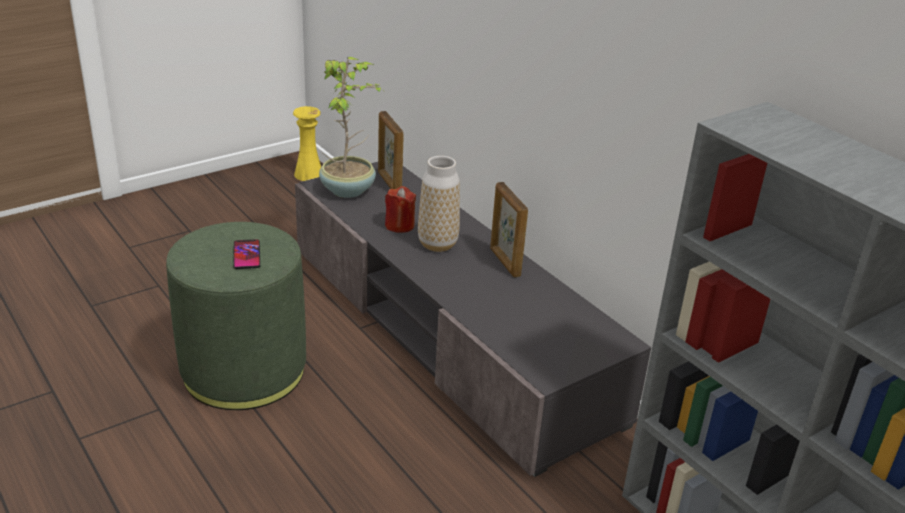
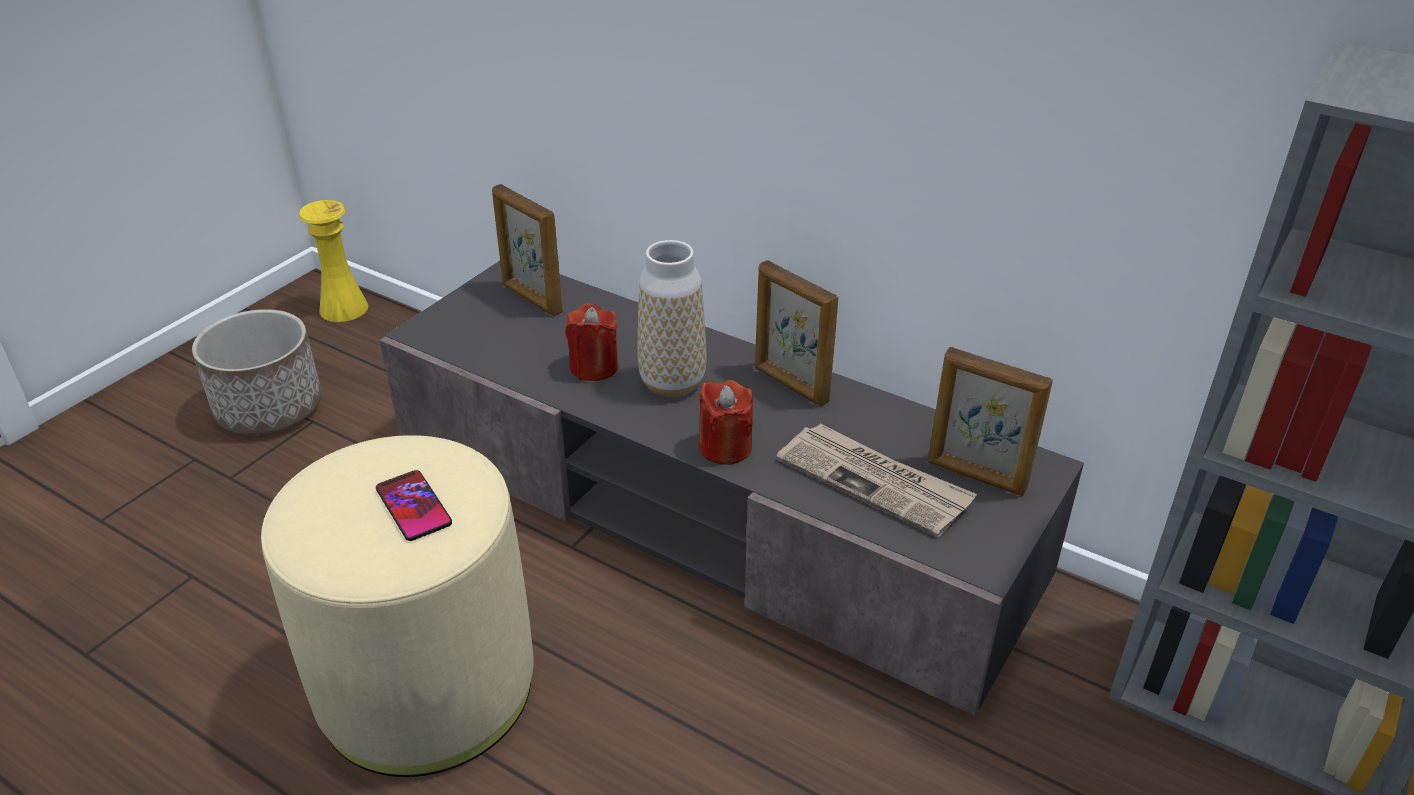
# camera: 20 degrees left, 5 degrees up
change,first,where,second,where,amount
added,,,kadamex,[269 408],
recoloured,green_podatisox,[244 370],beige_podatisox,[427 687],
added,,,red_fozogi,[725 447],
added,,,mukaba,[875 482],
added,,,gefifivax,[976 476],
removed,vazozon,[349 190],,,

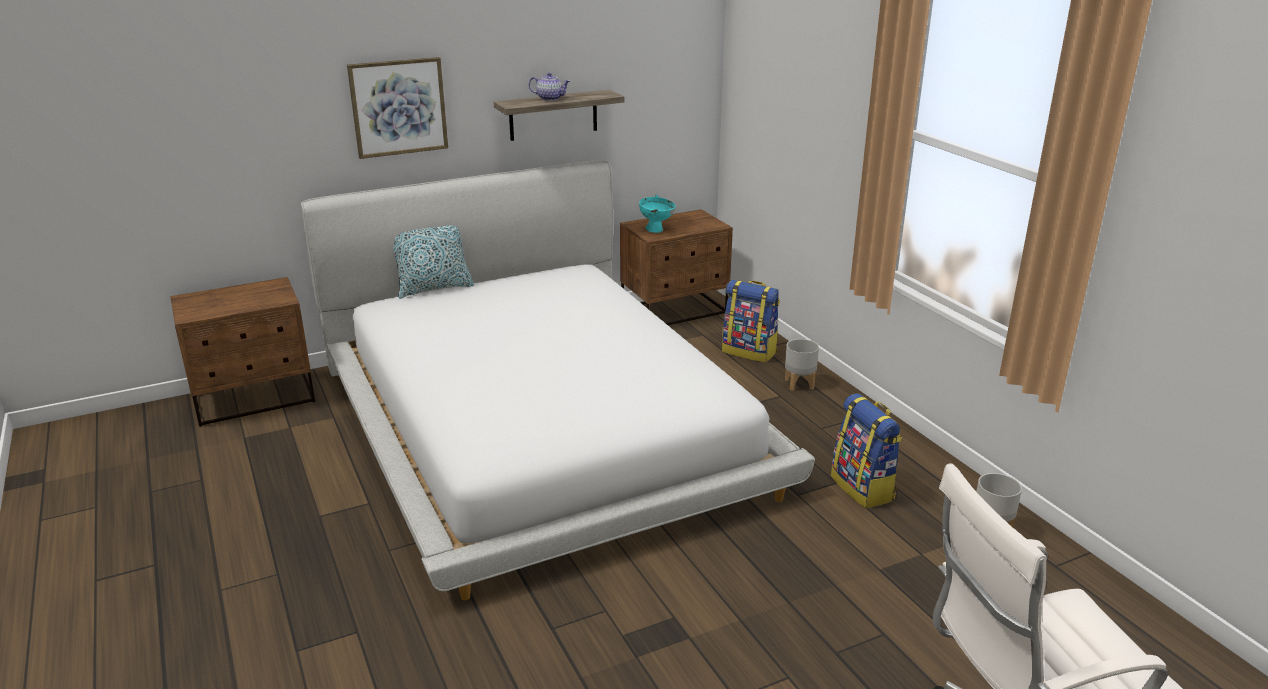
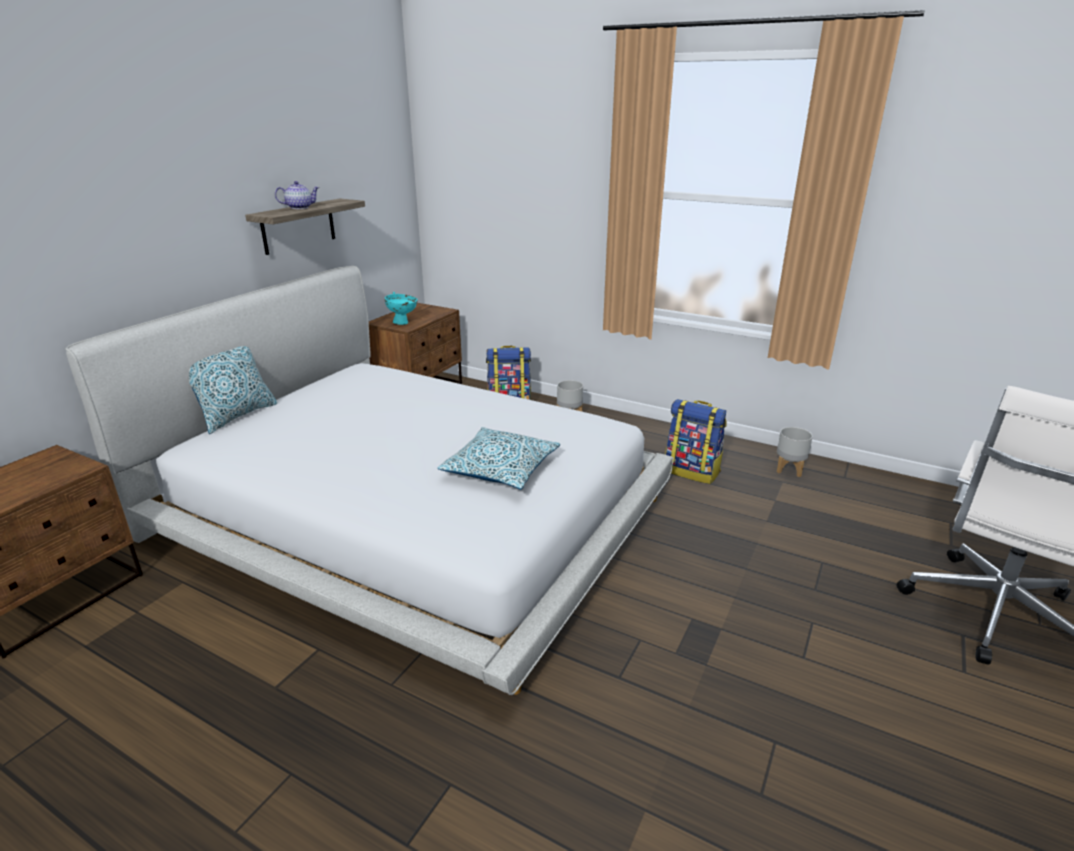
# camera: 35 degrees left, 0 degrees up
change,first,where,second,where,amount
added,,,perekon,[500 469],
removed,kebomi,[398 107],,,

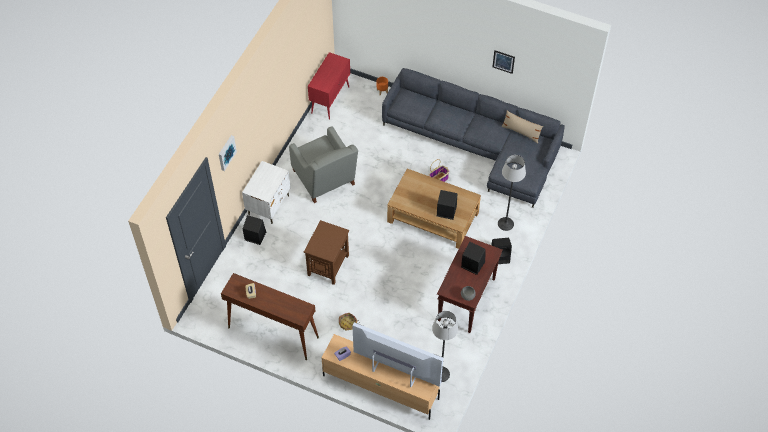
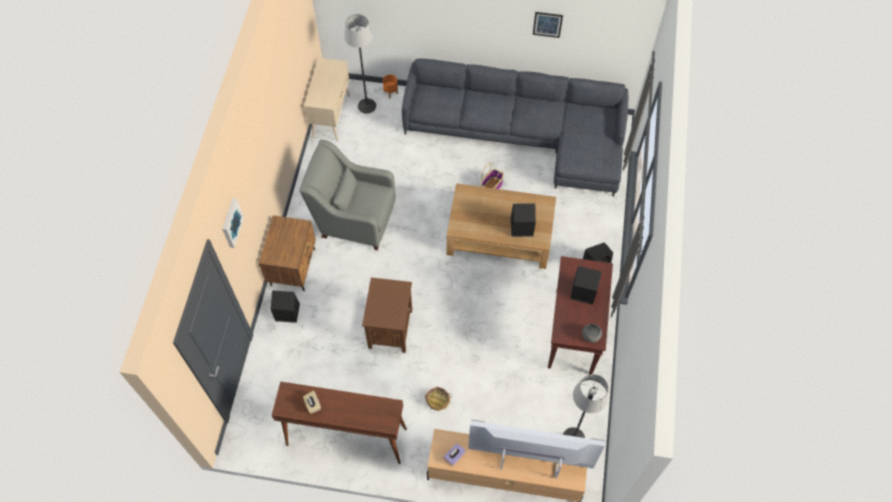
# camera: 15 degrees left, 5 degrees up
change,first,where,second,where,amount
recoloured,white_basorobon,[269 205],brown_basorobon,[293 267],
turned,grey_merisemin,[325 179],,[354 218],150 degrees clockwise
recoloured,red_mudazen,[330 99],beige_mudazen,[331 116],
moved,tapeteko,[505 224],,[367 106],
removed,beige_perekon,[521 132],,,

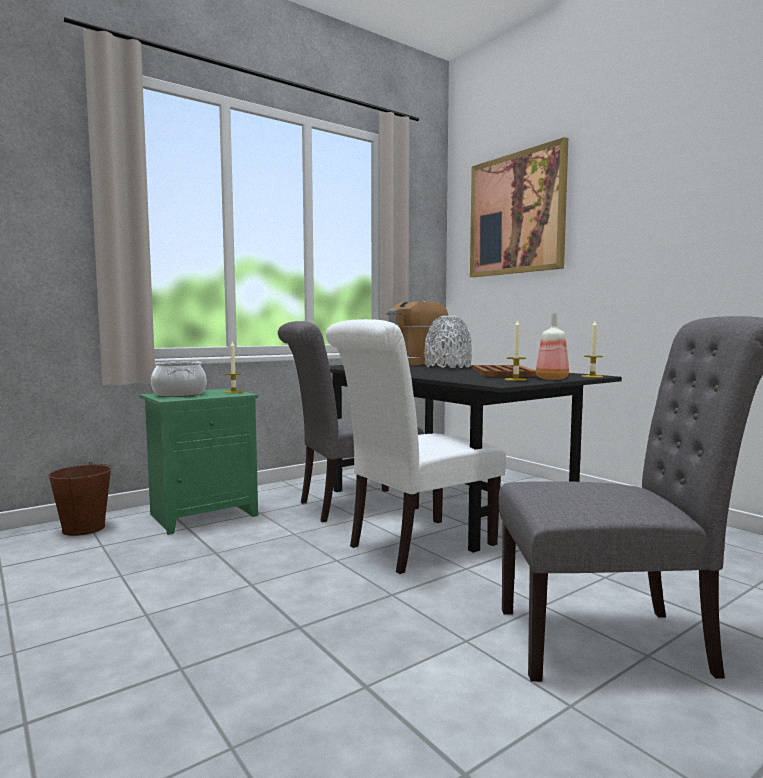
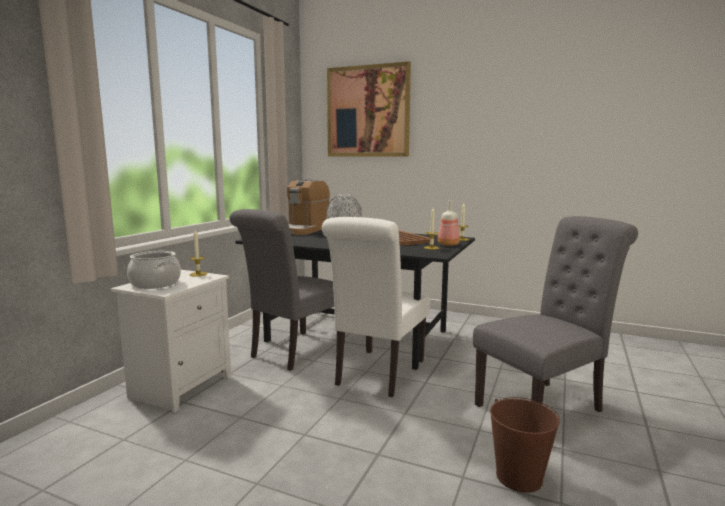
# camera: 30 degrees left, 5 degrees up
change,first,where,second,where,amount
recoloured,green_basorobon,[204 514],white_basorobon,[181 386],
moved,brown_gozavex,[83 528],,[519 477],

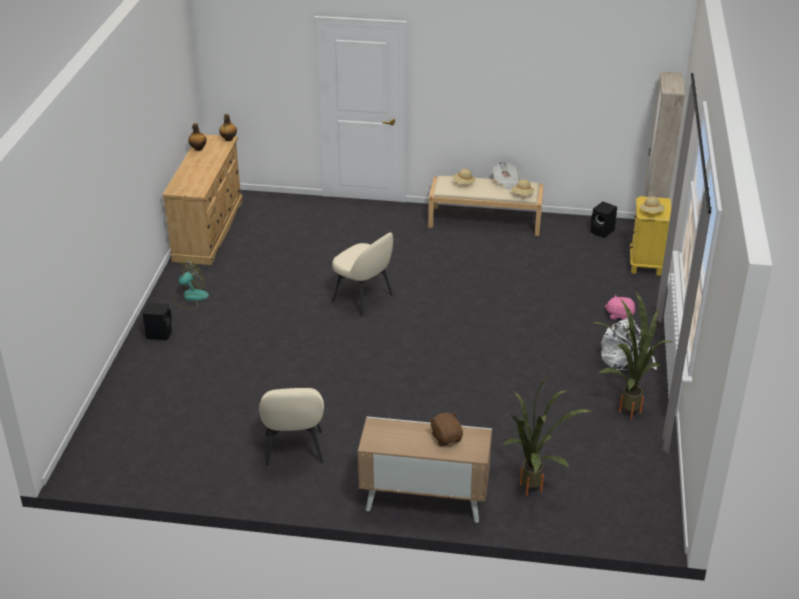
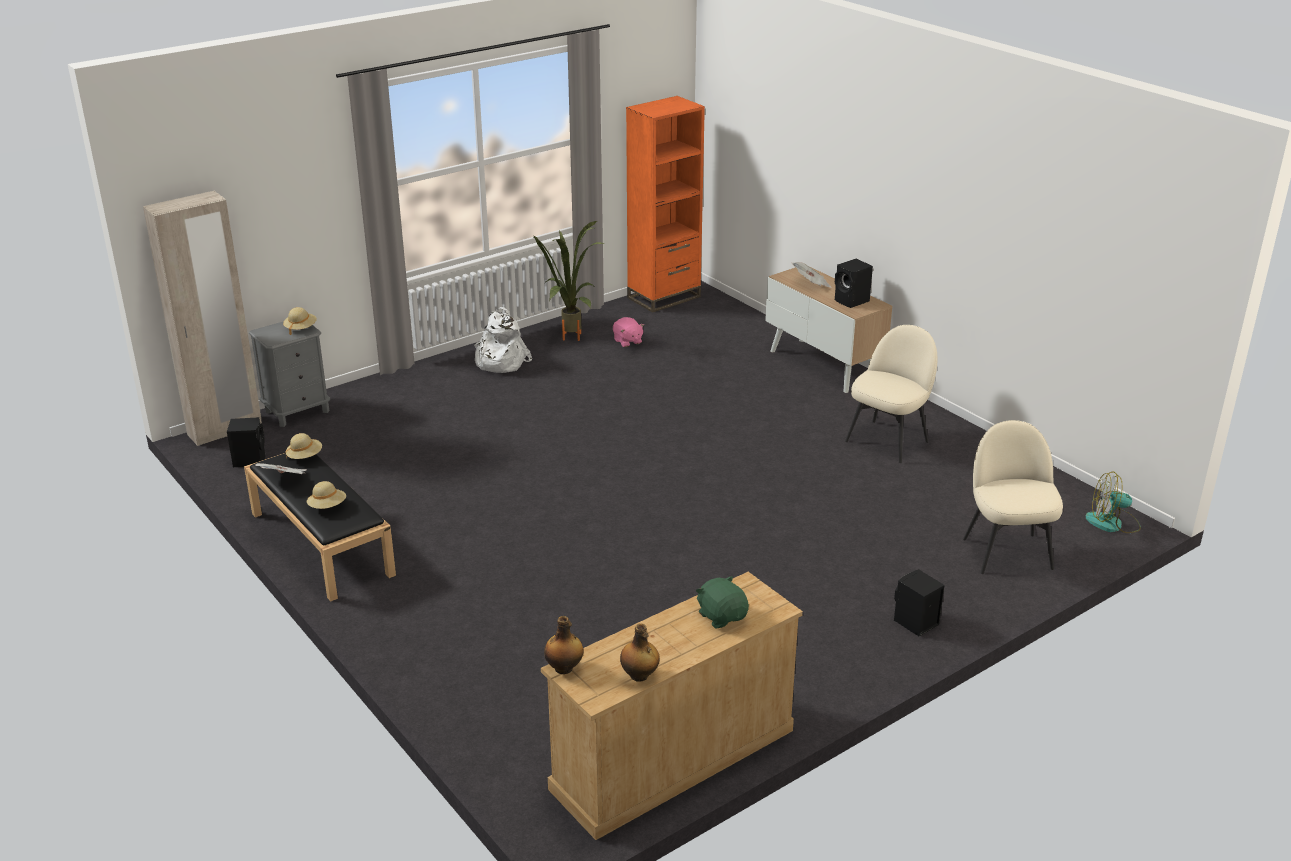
# camera: 135 degrees left, 5 degrees down
change,first,where,second,where,amount
recoloured,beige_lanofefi,[486 220],black_lanofefi,[320 543],
recoloured,yellow_basorobon,[646 264],grey_basorobon,[297 411],
moved,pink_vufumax,[620 315],,[627 341],
added,,,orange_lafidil,[664 297],
added,,,green_vufumax,[722 616],
replaced,brown_vufumax,[446 438],mukaba,[811 284],
added,,,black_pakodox,[852 301],
moved,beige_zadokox,[364 299],,[1006 552],
moved,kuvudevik,[190 298],,[1112 523],
removed,vazozon,[531 493],,,

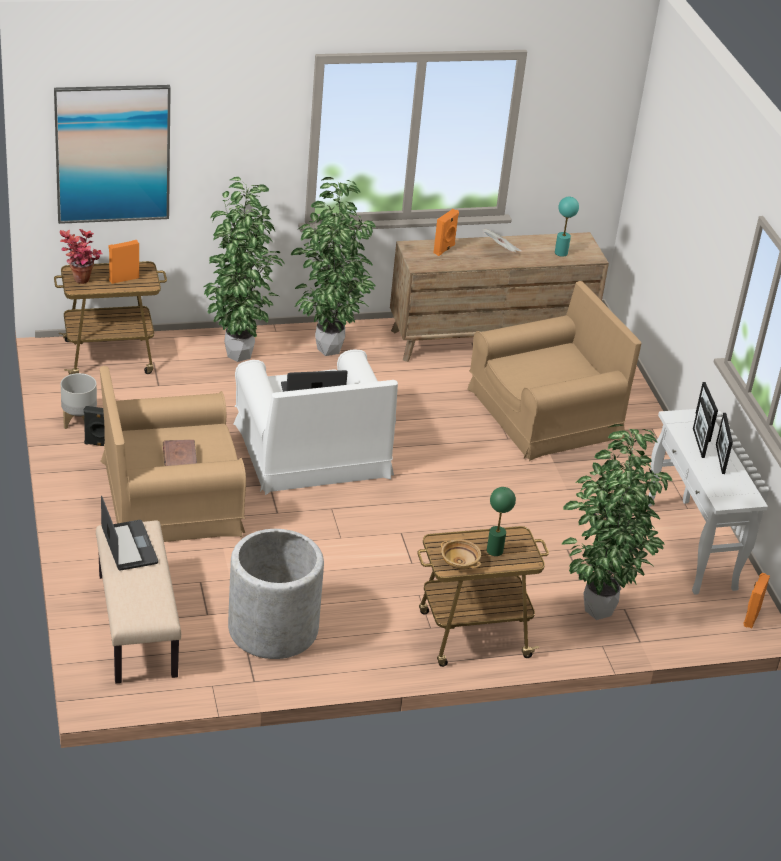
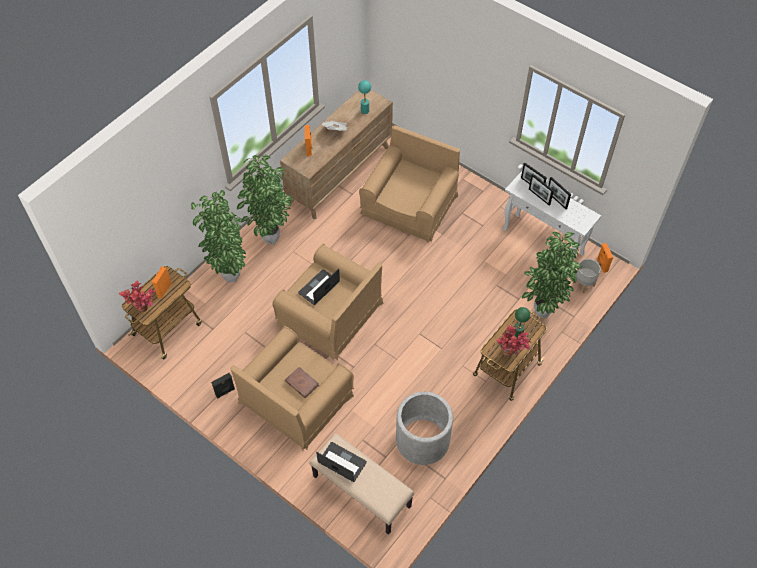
# camera: 35 degrees left, 20 degrees up
change,first,where,second,where,amount
recoloured,white_merisemin,[312 451],brown_merisemin,[330 314],
replaced,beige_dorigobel,[460 562],vazozon,[510 354],
moved,grey_kadamex,[79 422],,[583 284],
removed,kebomi,[113 154],,,

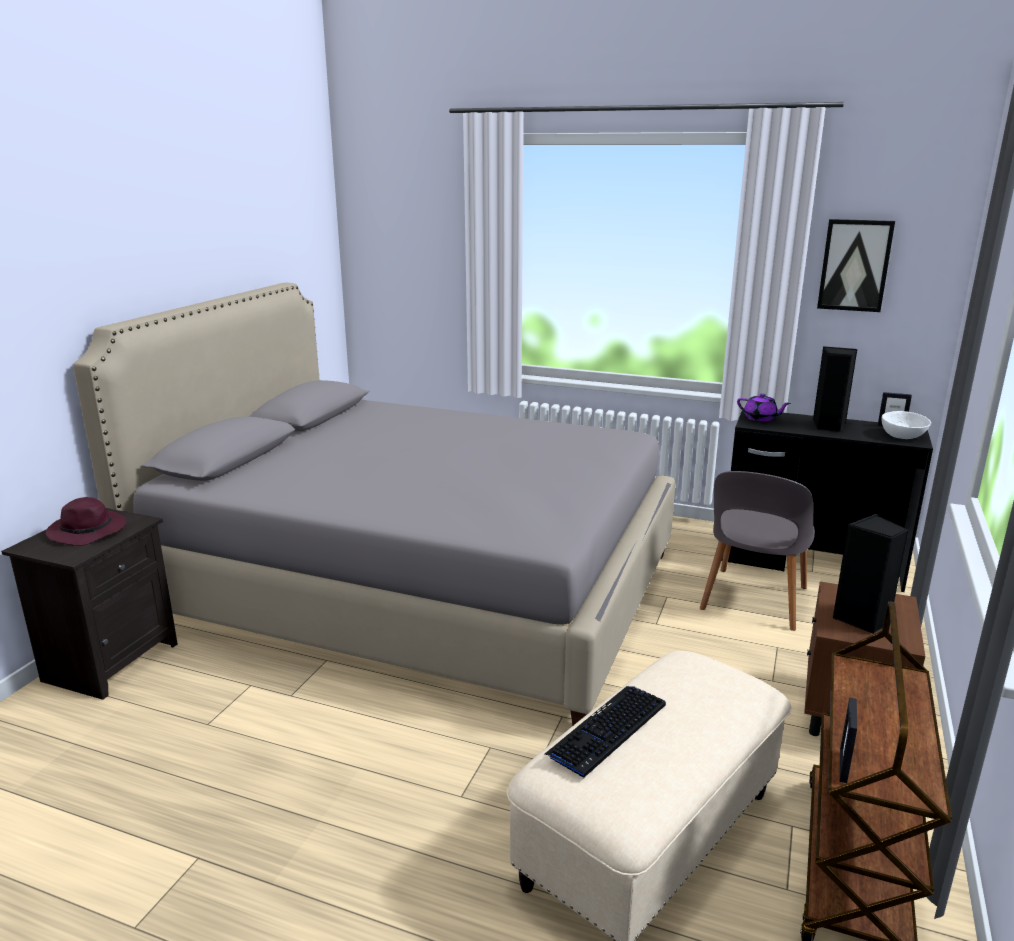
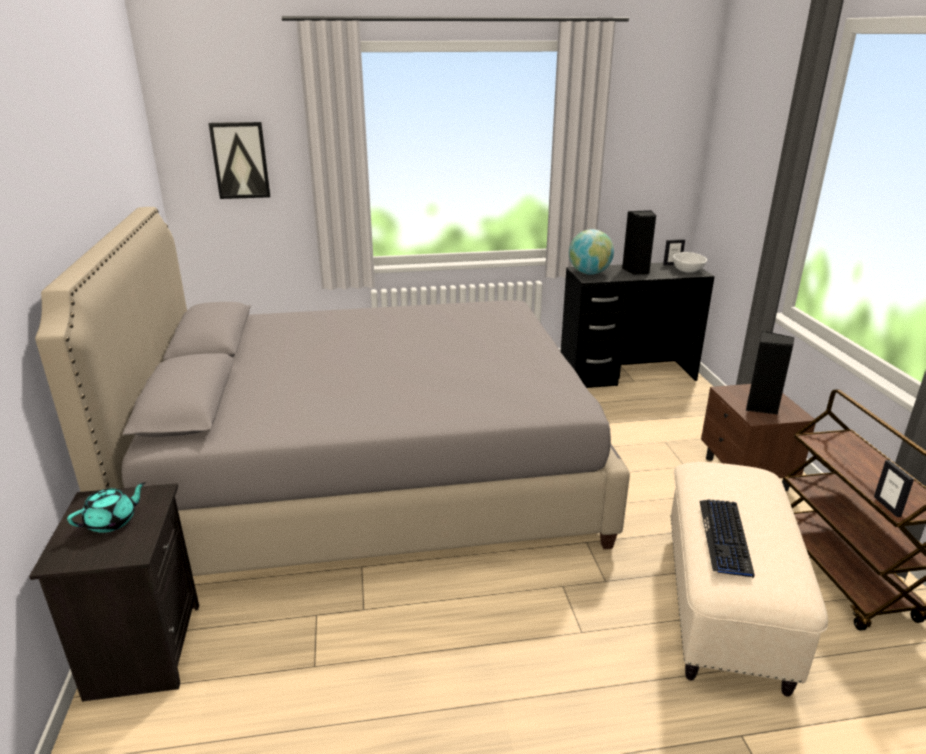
# camera: 30 degrees left, 5 degrees up
change,first,where,second,where,amount
replaced,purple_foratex,[89 532],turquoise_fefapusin,[112 521],
moved,kebomi,[854 265],,[240 160],
replaced,purple_fefapusin,[760 418],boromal,[589 273],
removed,grey_zadokox,[753 601],,,

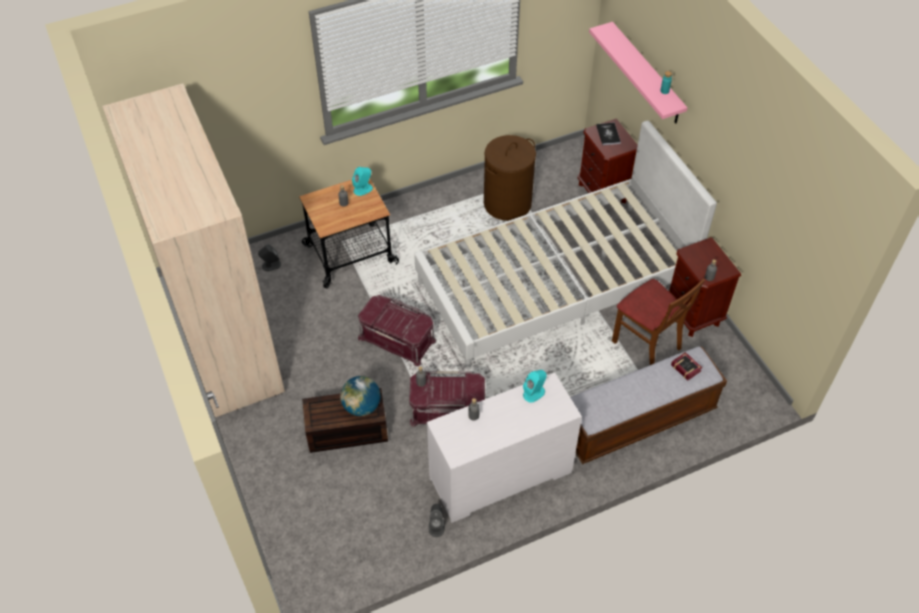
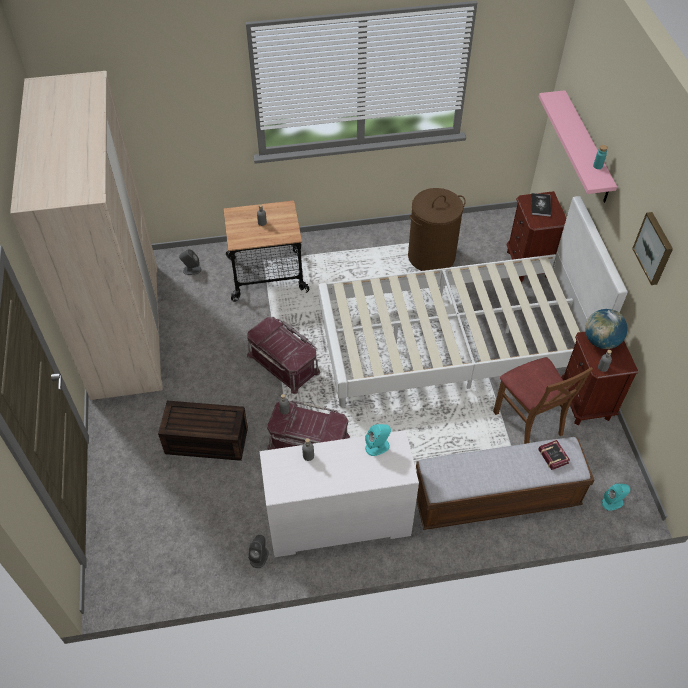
# camera: 15 degrees right, 0 degrees up
change,first,where,second,where,amount
moved,boromal,[362 406],,[601 341],
moved,turquoise_pakodox,[363 189],,[612 502],
added,,,kebomi,[654 248],

